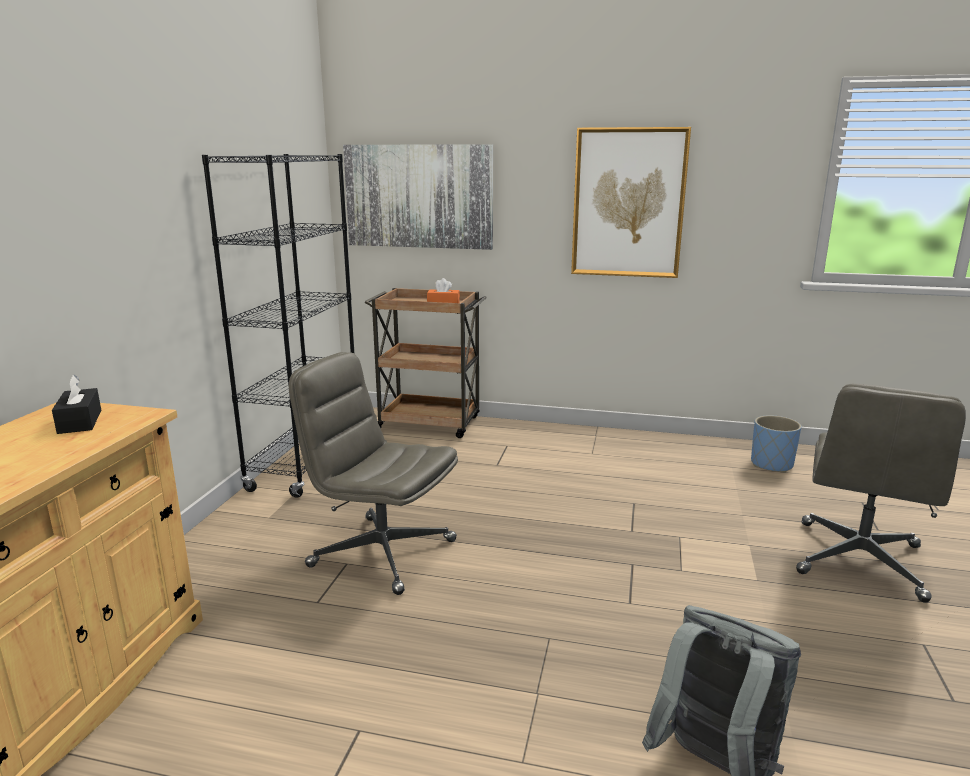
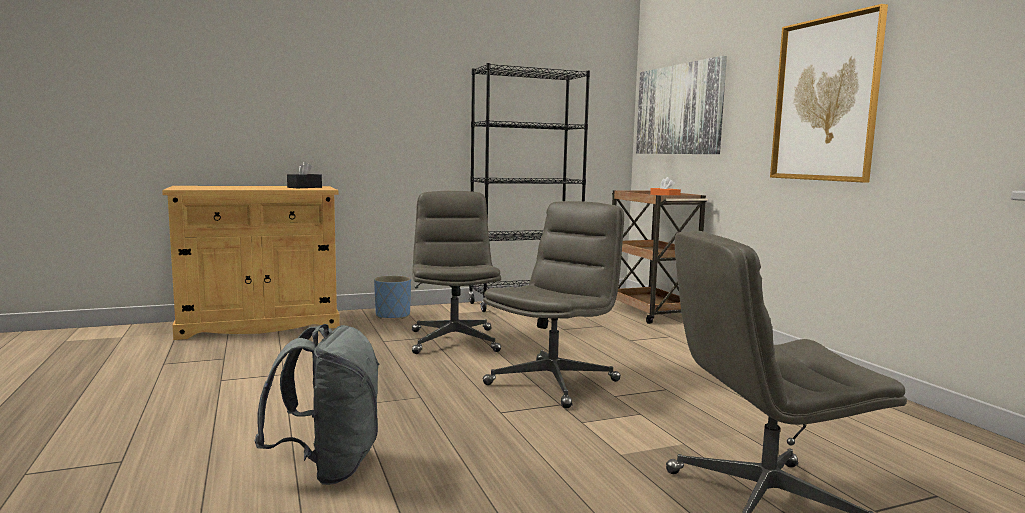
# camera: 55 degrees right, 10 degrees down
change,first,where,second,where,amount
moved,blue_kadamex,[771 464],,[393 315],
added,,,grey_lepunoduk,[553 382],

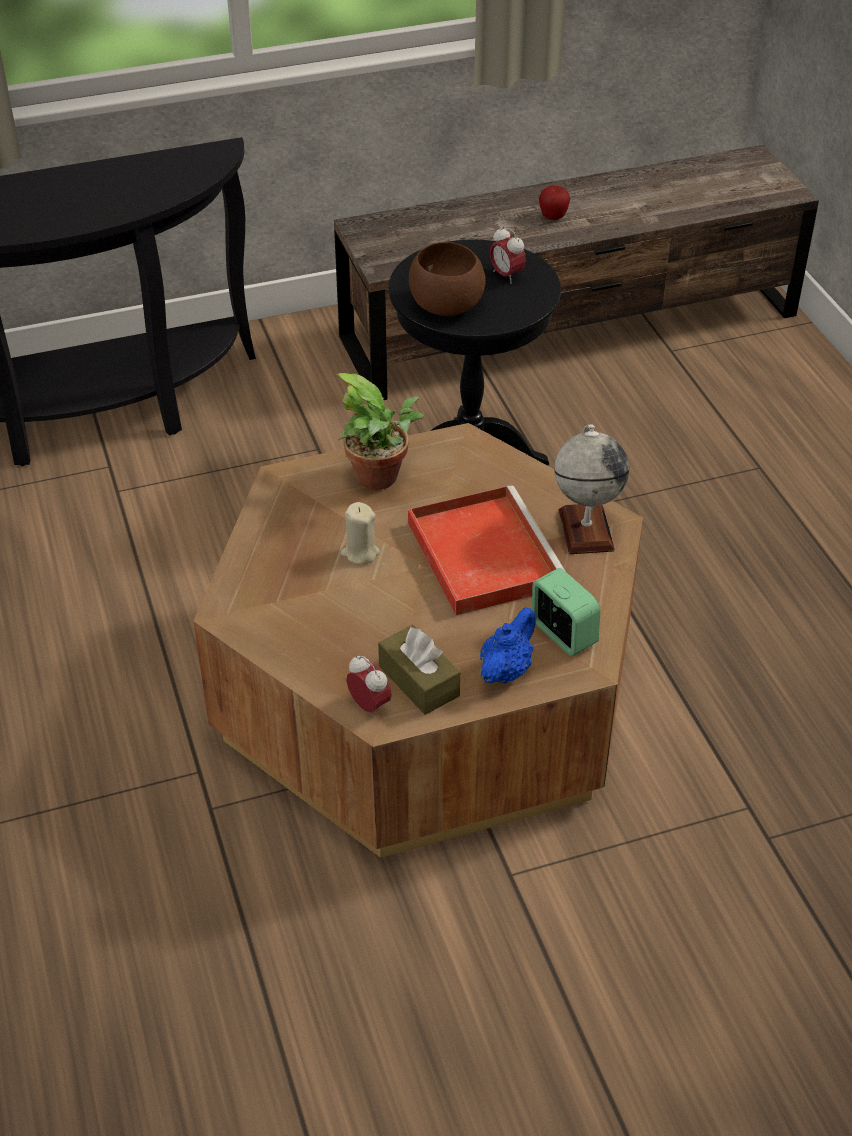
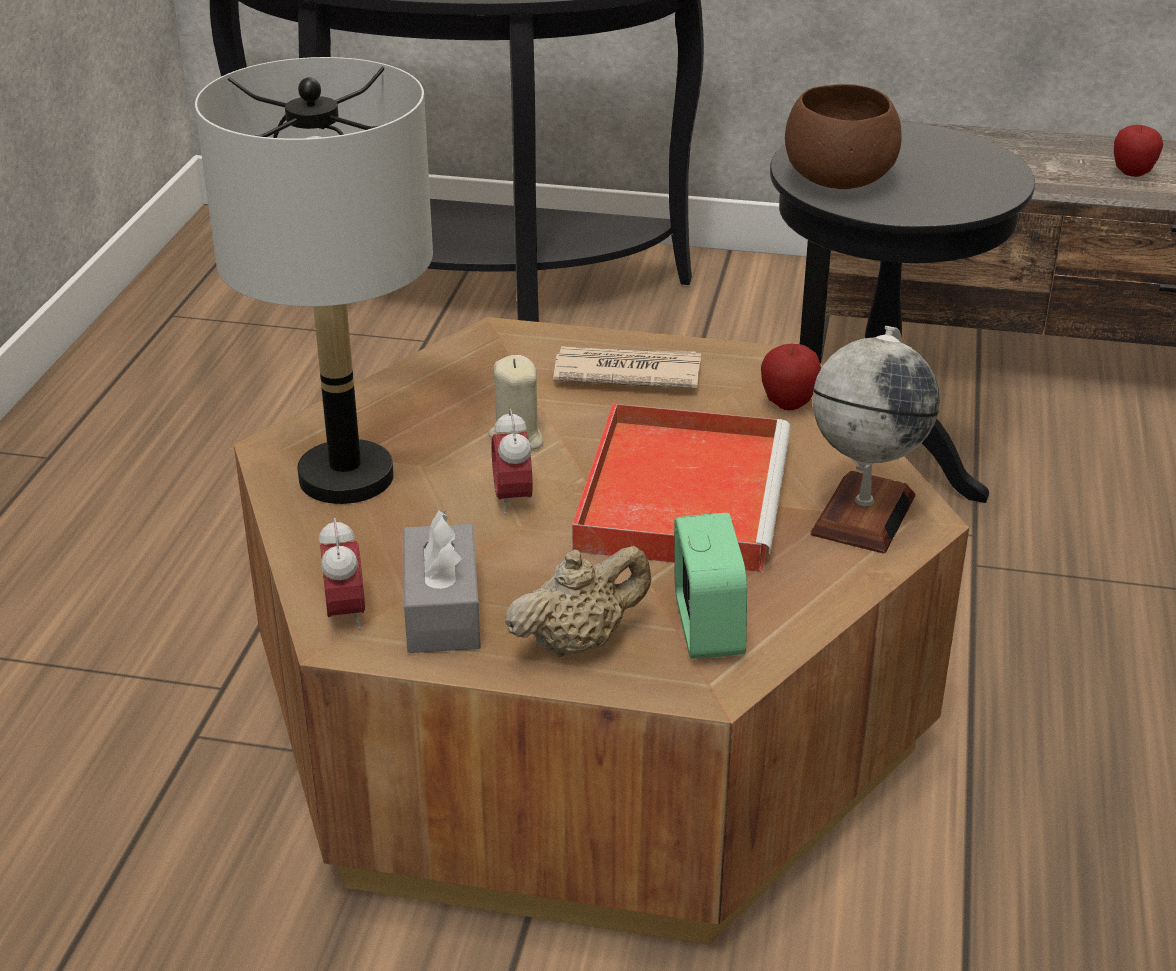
# camera: 30 degrees right, 10 degrees down
change,first,where,second,where,amount
added,,,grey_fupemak,[345 478],
recoloured,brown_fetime,[419 681],grey_fetime,[442 610],
moved,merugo,[506 275],,[513 500],
recoloured,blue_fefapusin,[506 670],beige_fefapusin,[578 642],
replaced,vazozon,[381 479],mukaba,[625 373],
added,,,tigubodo,[788 404],

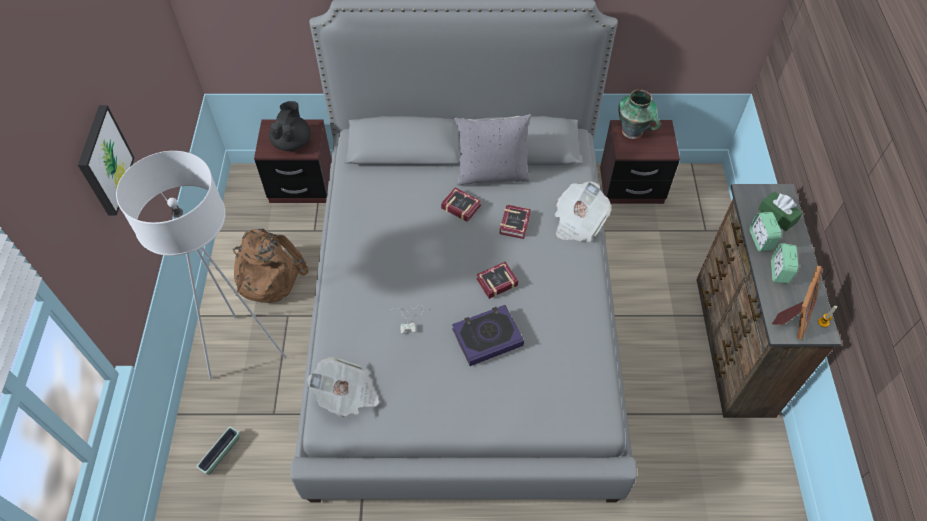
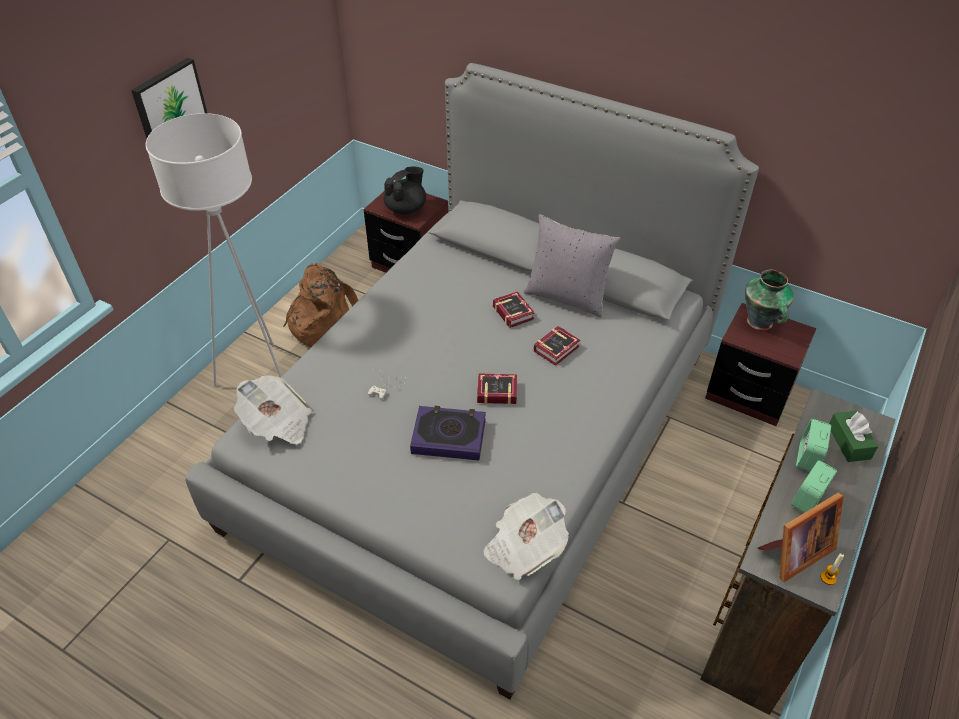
# camera: 30 degrees right, 10 degrees down
change,first,where,second,where,amount
moved,mukaba,[578 222],,[524 547],
removed,kadamex,[221 453],,,

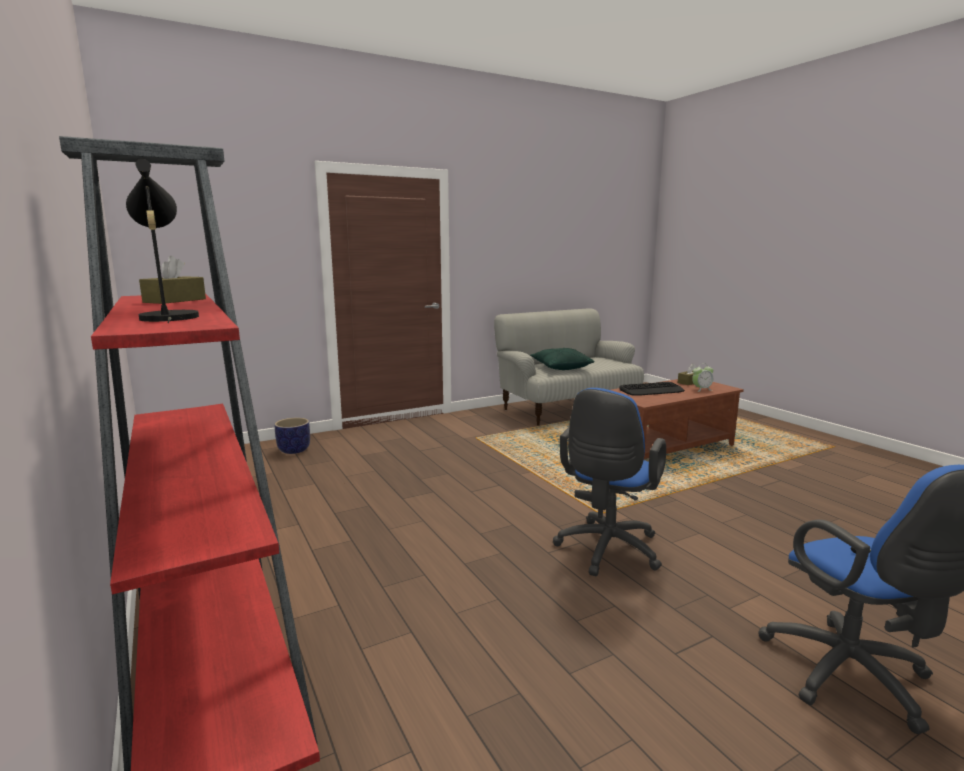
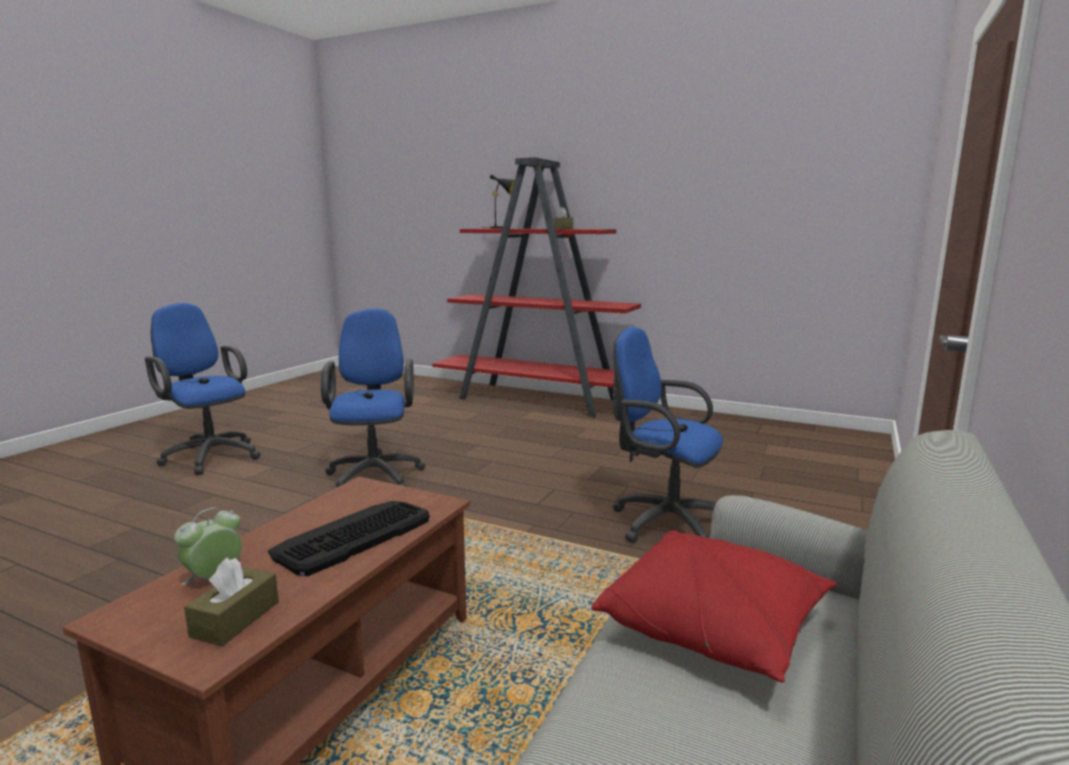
# camera: 145 degrees right, 0 degrees up
change,first,where,second,where,amount
recoloured,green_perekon,[560 367],red_perekon,[714 626],
added,,,blue_lepunoduk,[663 522],
removed,kadamex,[294 450],,,

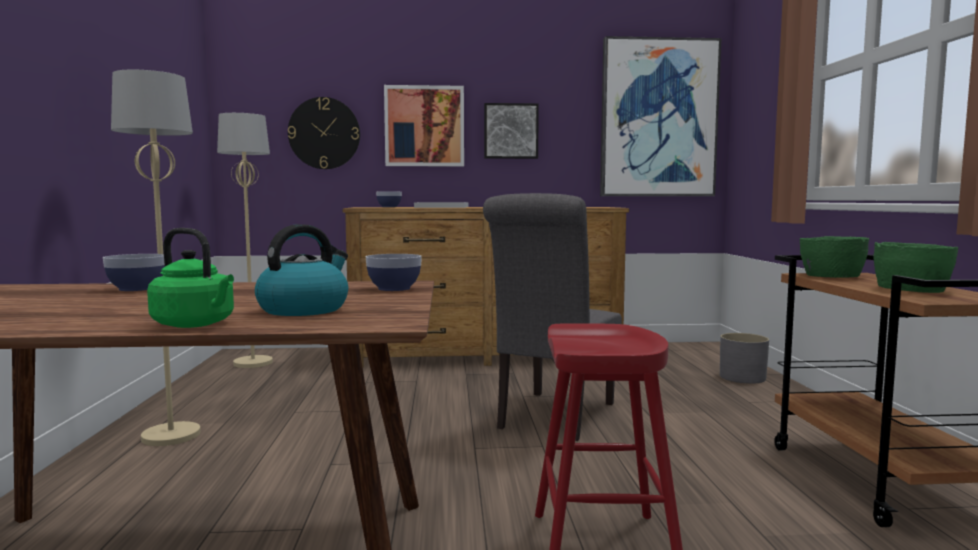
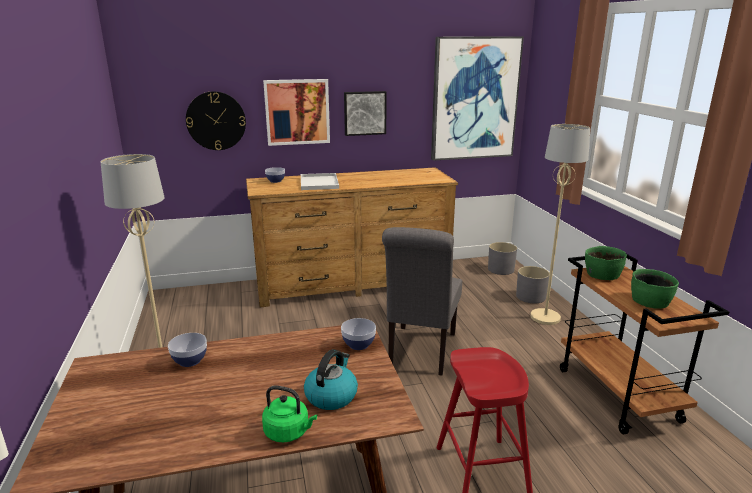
# camera: 10 degrees left, 15 degrees up
change,first,where,second,where,amount
added,,,grey_kadamex,[500 269],
moved,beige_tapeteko,[253 363],,[544 317],

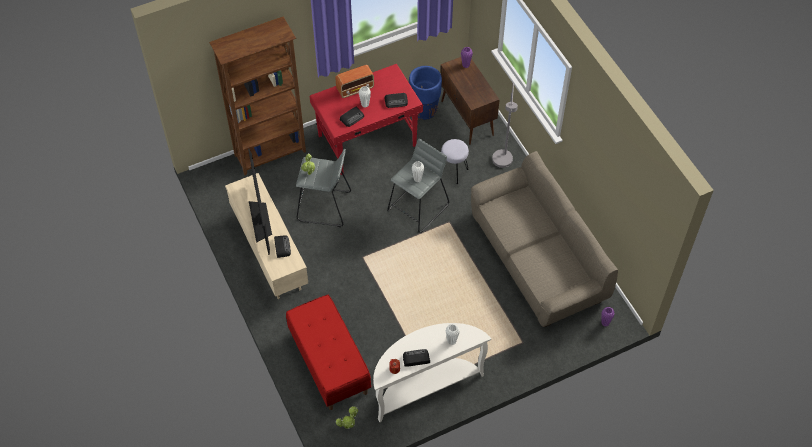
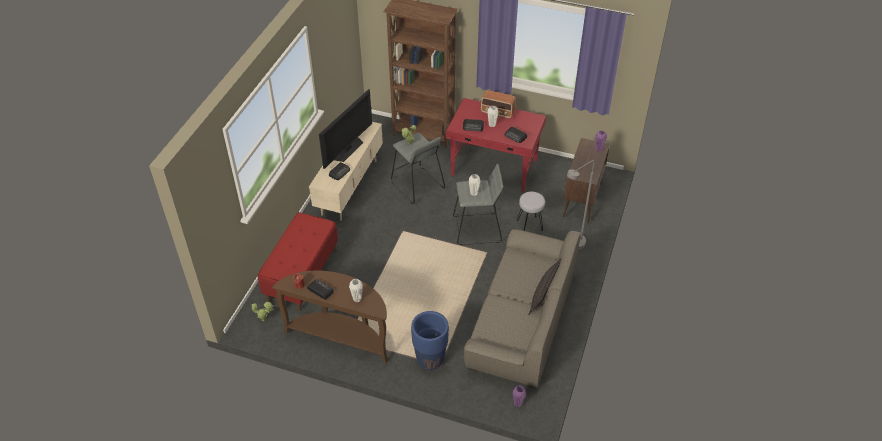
# camera: 45 degrees right, 10 degrees down
change,first,where,second,where,amount
recoloured,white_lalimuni,[425 385],brown_lalimuni,[341 337],
moved,blue_kadamex,[424 111],,[430 360],
added,,,perekon,[543 294],

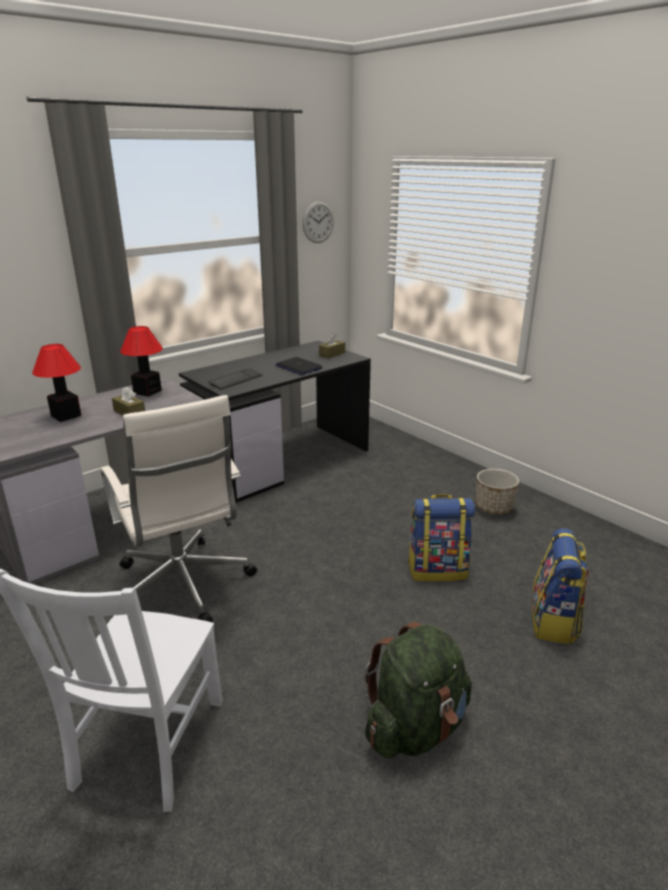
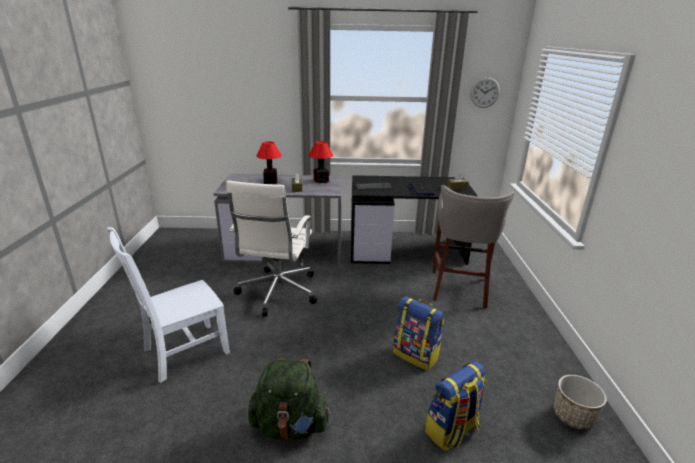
# camera: 40 degrees right, 0 degrees up
change,first,where,second,where,amount
added,,,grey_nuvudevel,[459 290],
moved,kadamex,[494 508],,[572 416],

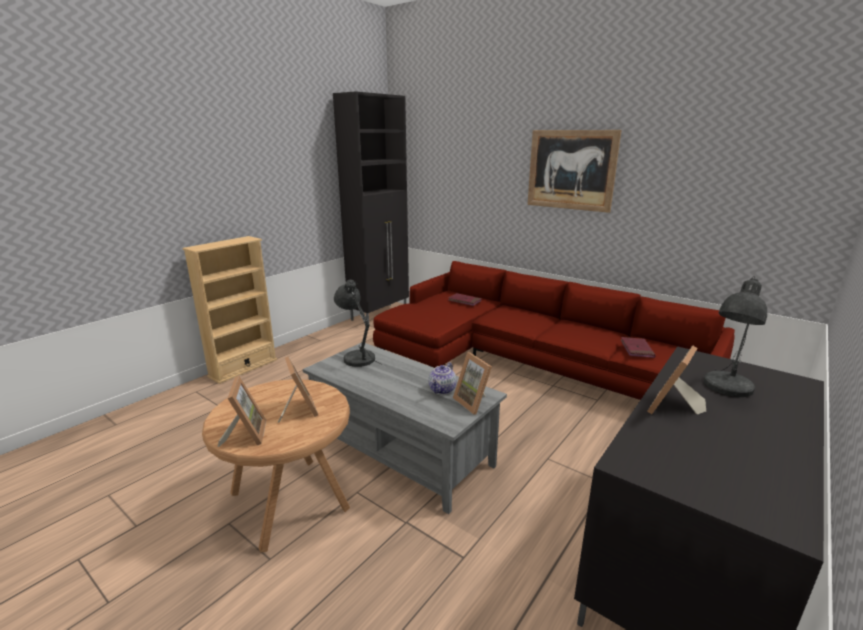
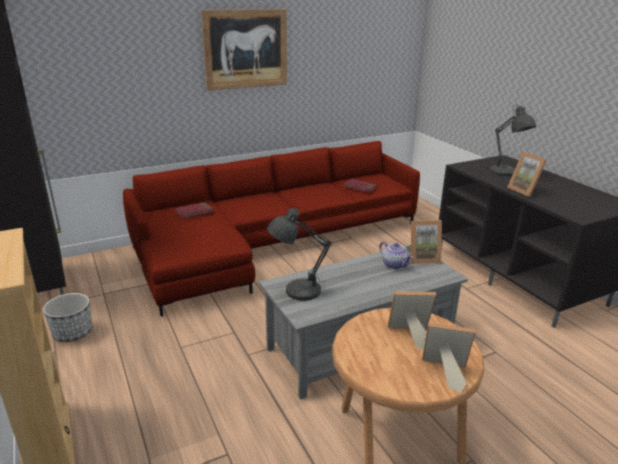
# camera: 65 degrees left, 5 degrees up
change,first,where,second,where,amount
added,,,kadamex,[73 333],

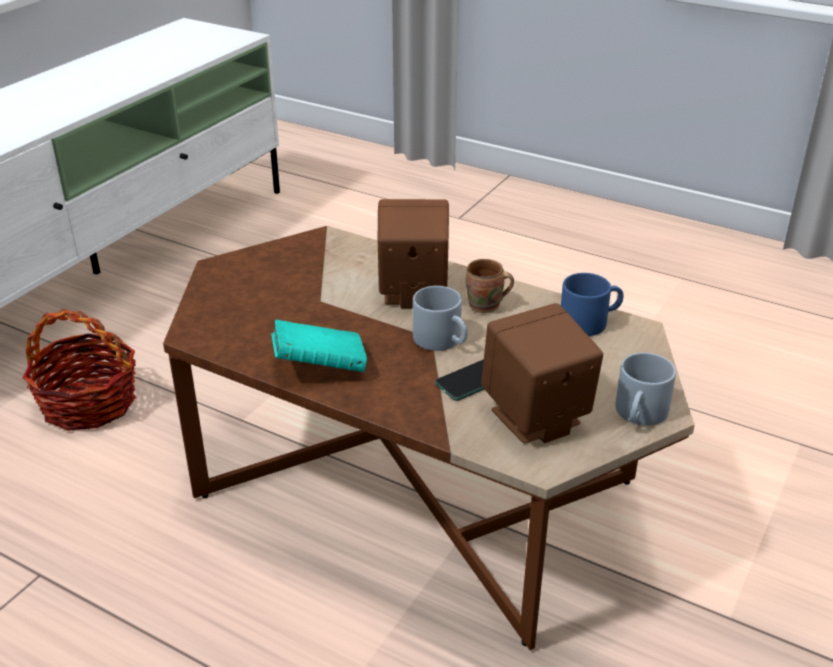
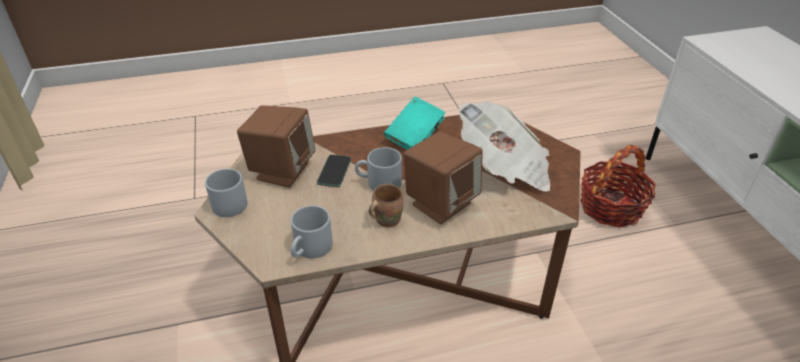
# camera: 135 degrees right, 5 degrees up
change,first,where,second,where,amount
recoloured,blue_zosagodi,[590 321],grey_zosagodi,[310 249],
added,,,mukaba,[504 167],

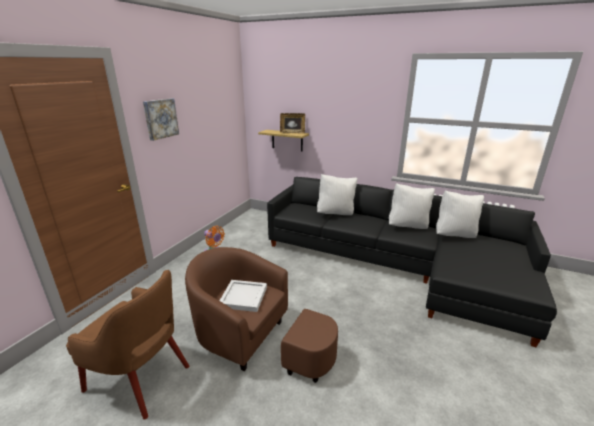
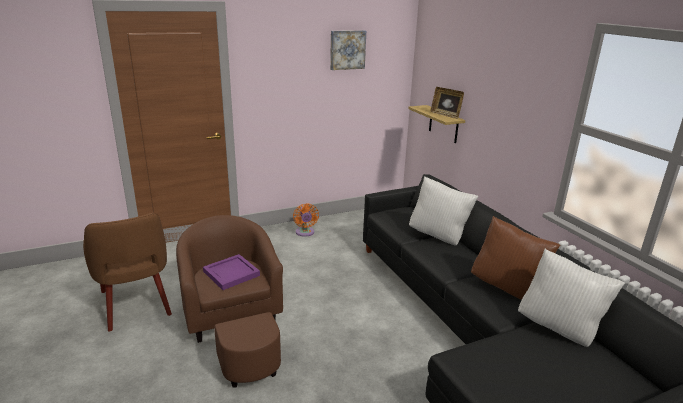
# camera: 40 degrees right, 0 degrees up
change,first,where,second,where,amount
recoloured,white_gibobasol,[244 296],purple_gibobasol,[232 273],
moved,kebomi,[160 118],,[347 49],
recoloured,white_perekon,[408 226],brown_perekon,[507 288],

